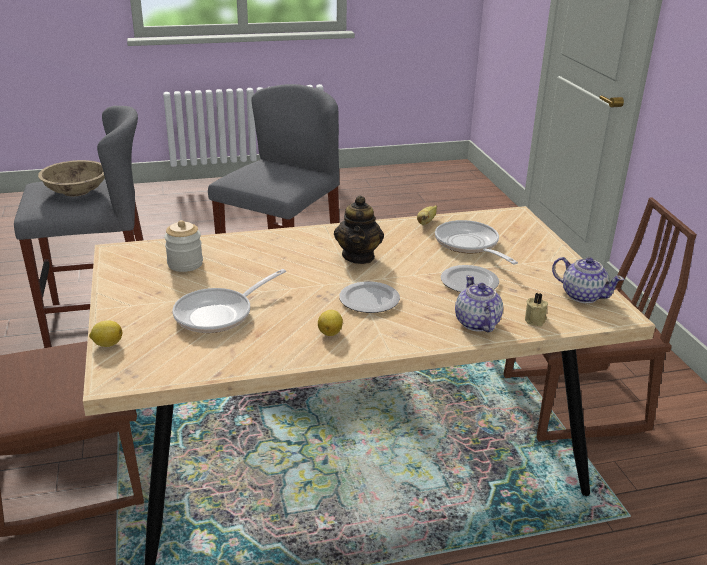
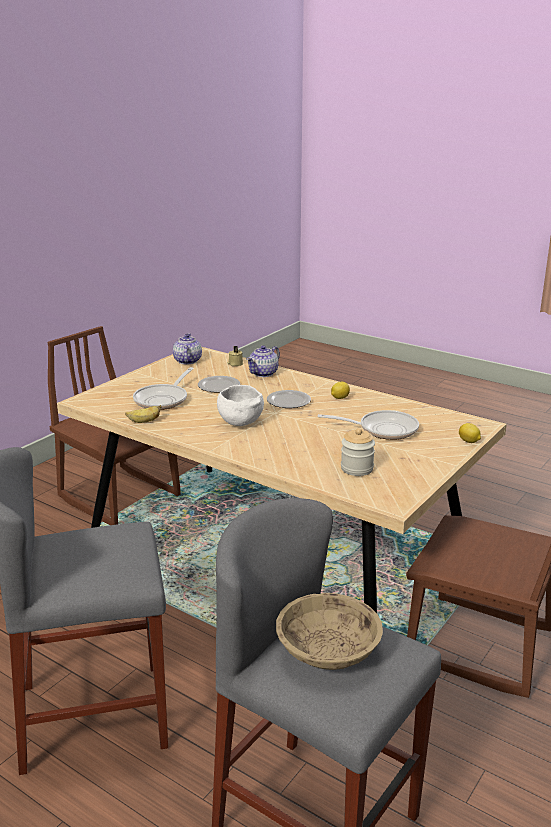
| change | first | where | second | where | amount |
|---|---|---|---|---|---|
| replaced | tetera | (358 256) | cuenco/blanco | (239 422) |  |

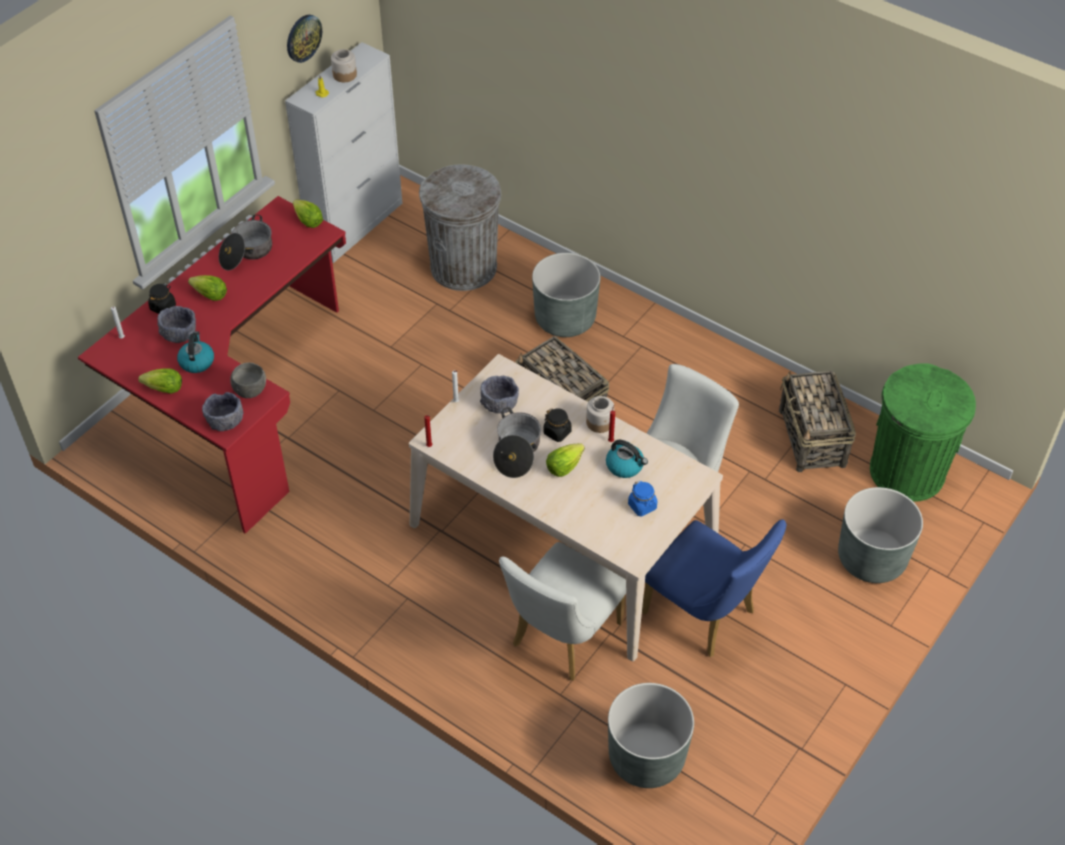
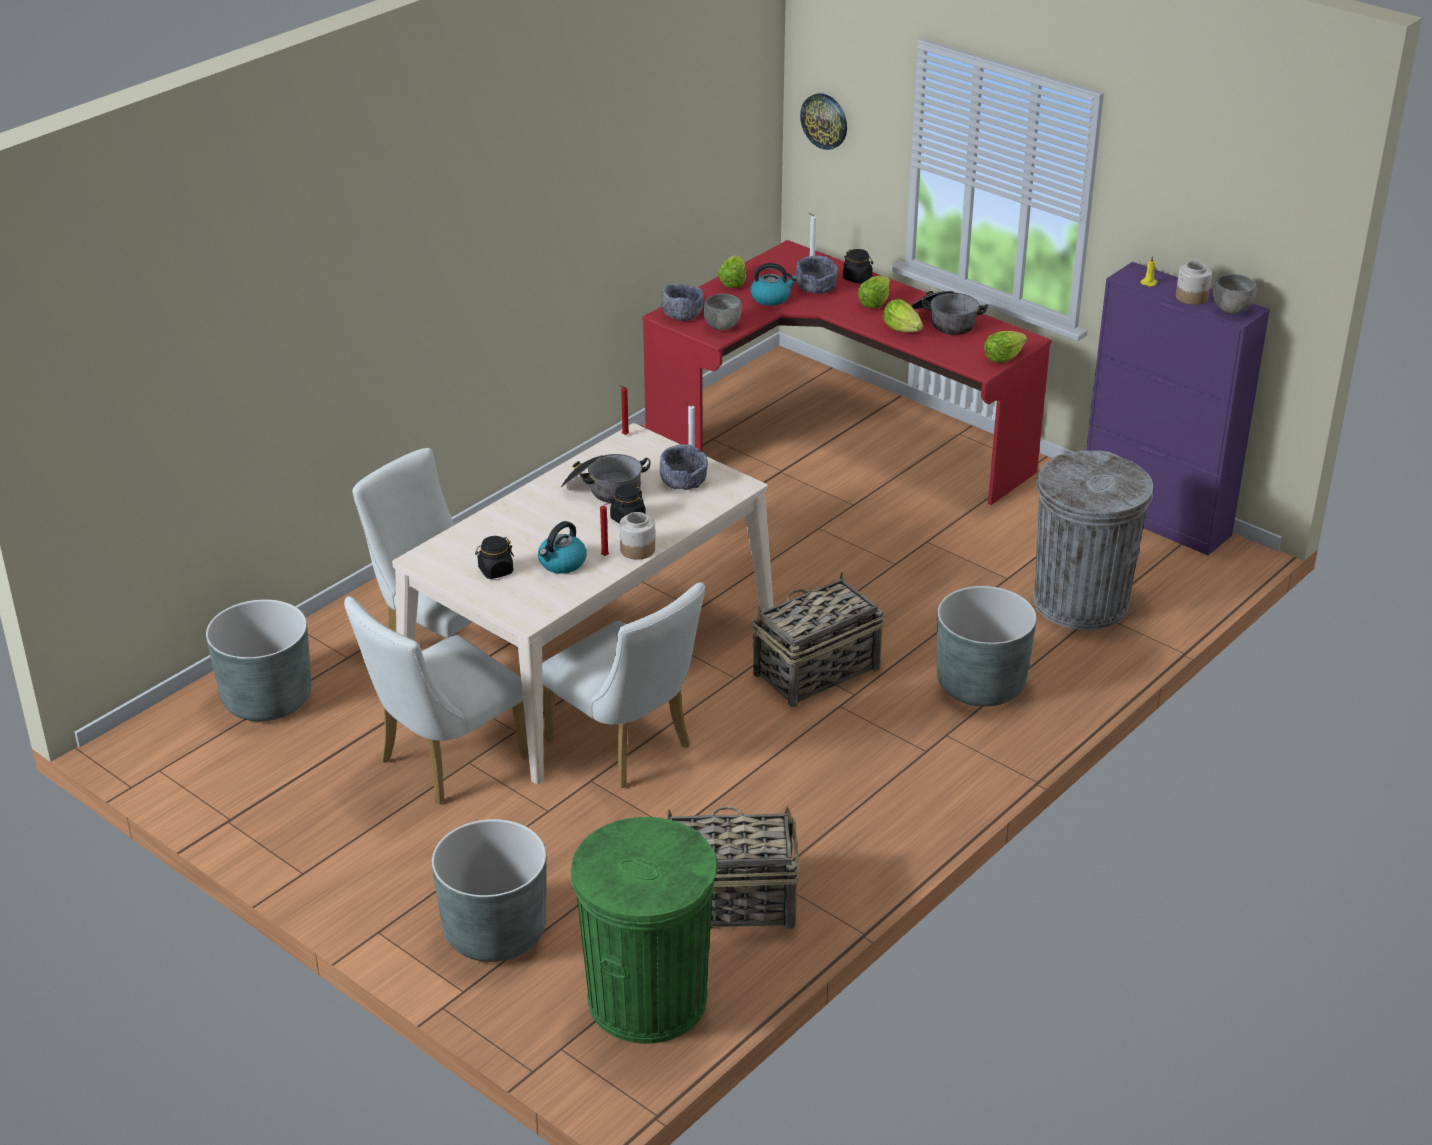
| change | first | where | second | where | amount |
|---|---|---|---|---|---|
| recoloured | armario/blanco | (356 225) | armario/morado | (1155 518) |  |
| moved | reloj de pared | (303 38) |  | (824 121) |  |
| moved | lechuga | (564 467) |  | (902 329) |  |
| recoloured | tarro/azul | (642 506) | tarro/negro | (495 571) |  |
| recoloured | silla/azul | (705 616) | silla/blanco | (444 763) |  |
| added |  |  | cuenco/gris | (1231 310) |  |

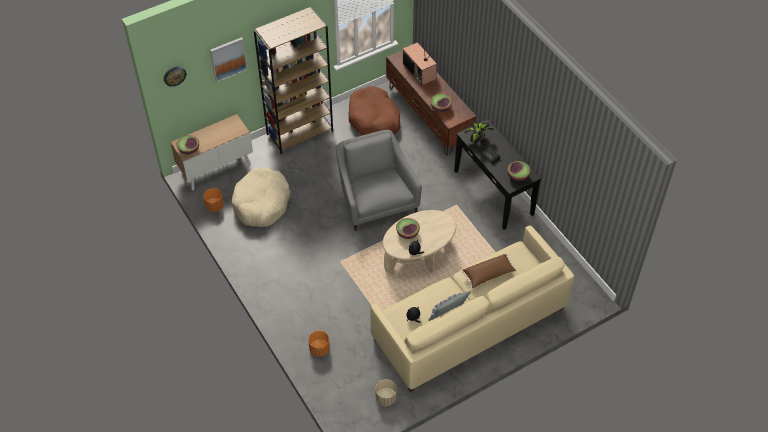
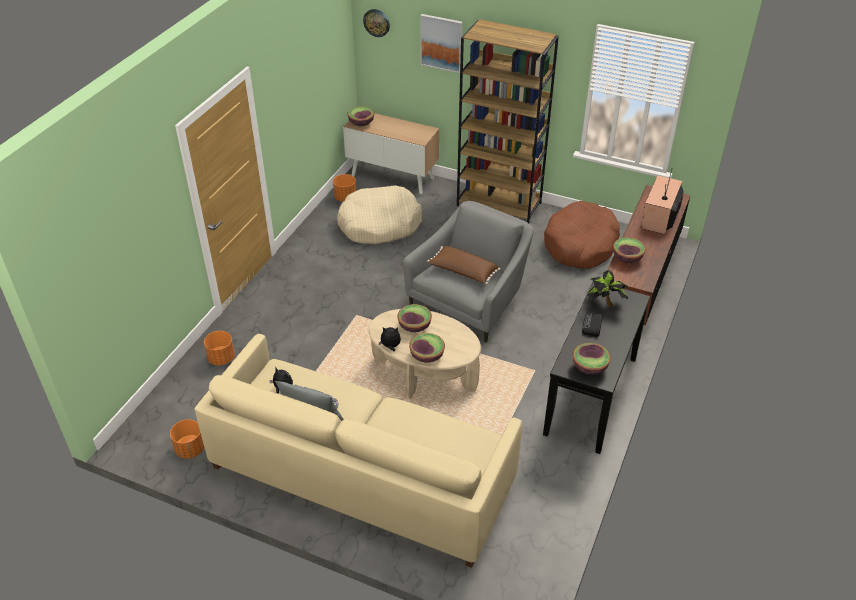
| change | first | where | second | where | amount |
|---|---|---|---|---|---|
| recoloured | maceta/beis | (386 398) | maceta/naranja | (190 449) |  |
| moved | cojín/marrón | (488 274) |  | (463 272) |  |
| added |  |  | cuenco | (427 356) |  |

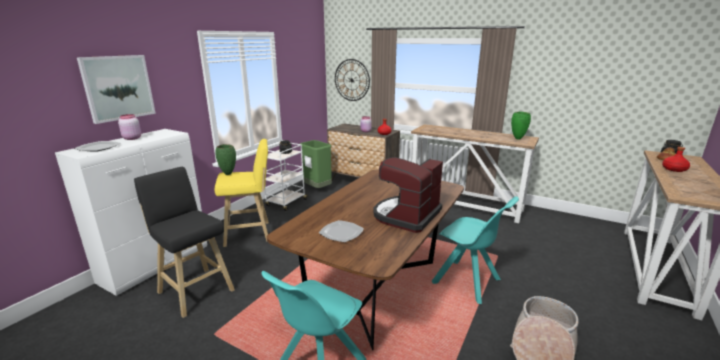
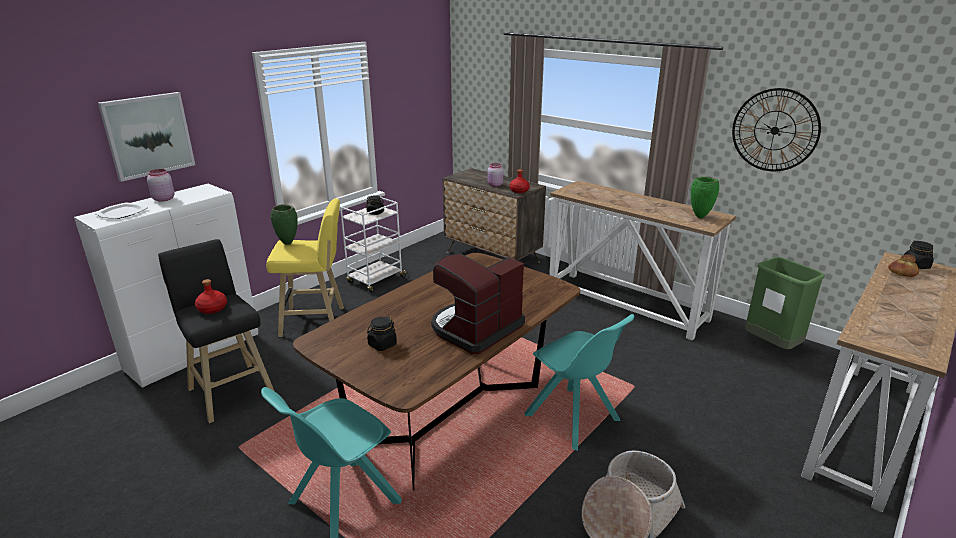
| change | first | where | second | where | amount |
|---|---|---|---|---|---|
| moved | papelera/verde | (317 189) |  | (771 345) |  |
| replaced | plato | (341 232) | tarro/negro | (382 345) |  |
| moved | reloj de pared | (352 80) |  | (774 130) |  |
| moved | botella/rojo | (674 169) |  | (212 308) |  |

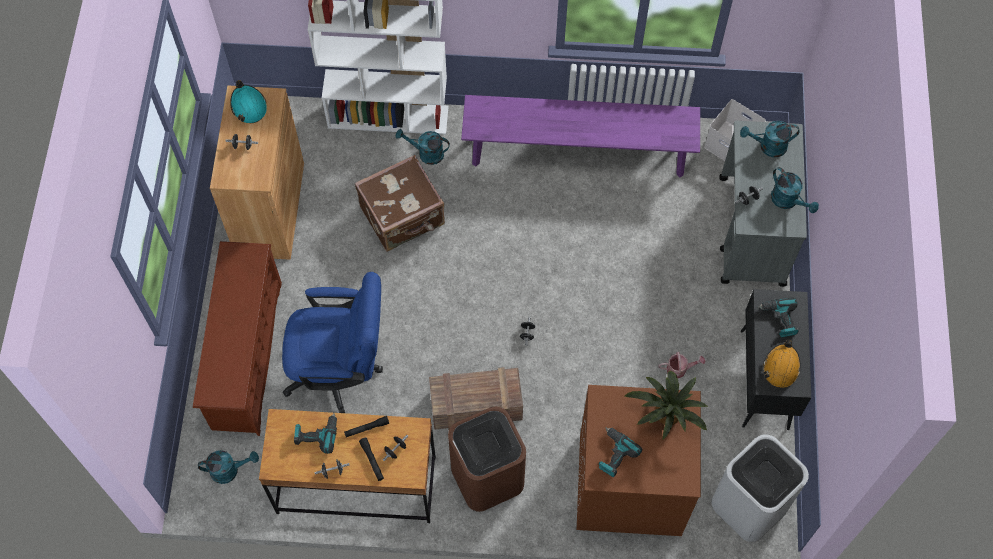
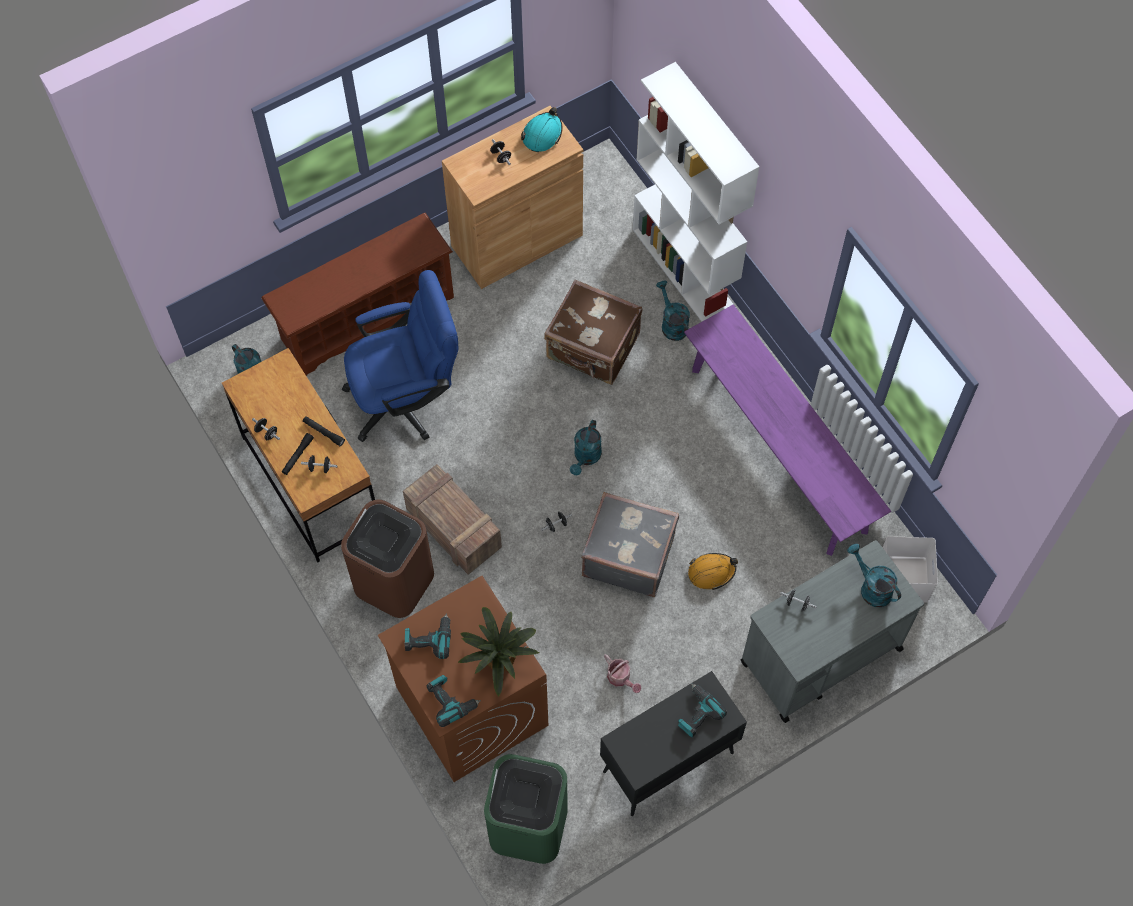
| change | first | where | second | where | amount |
|---|---|---|---|---|---|
| turned | silla de oficina/azul | (341 370) |  | (407 399) | 75 degrees counterclockwise |
| moved | taladro | (317 434) |  | (451 700) |  |
| recoloured | papelera/blanco | (749 505) | papelera/verde | (527 825) |  |
| moved | casco/naranja | (781 367) |  | (711 572) |  |
| moved | regadera/turquesa | (788 201) |  | (586 457) |  |
| added |  |  | maleta/gris | (628 554) |  |

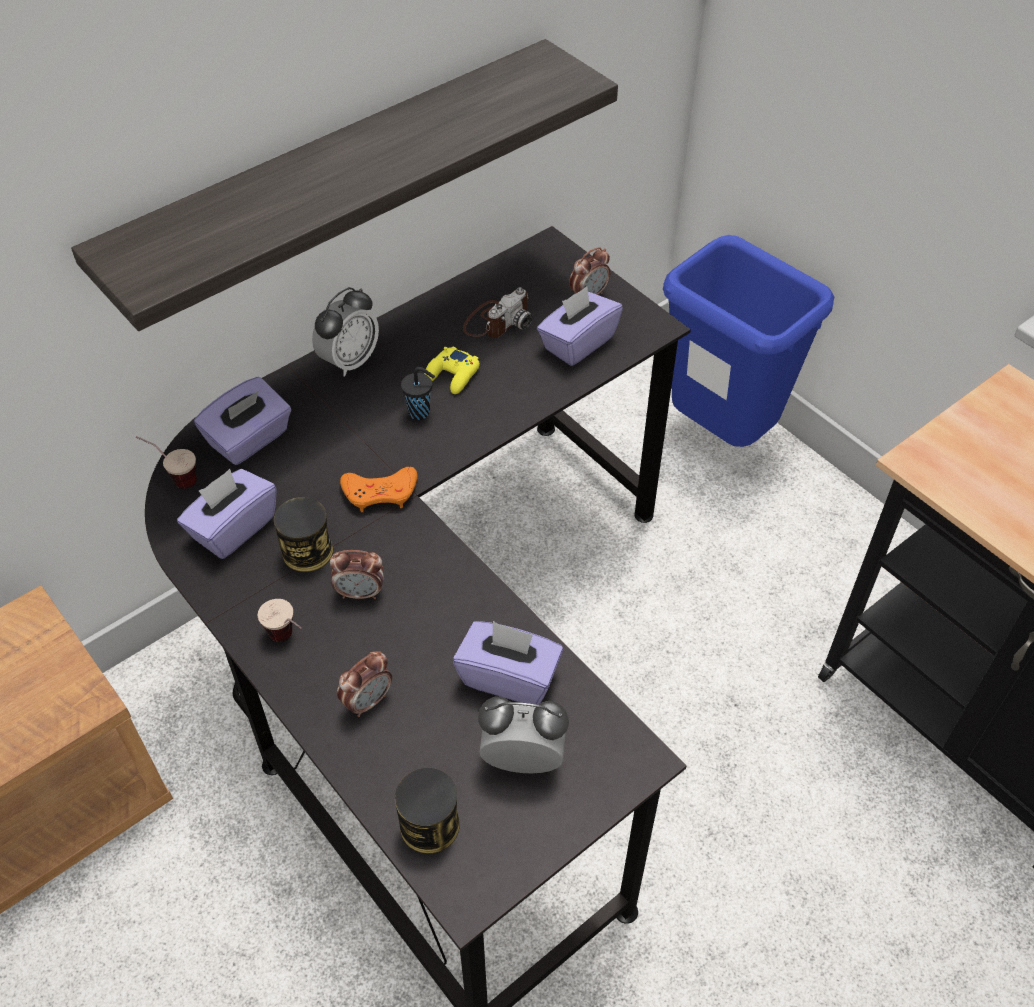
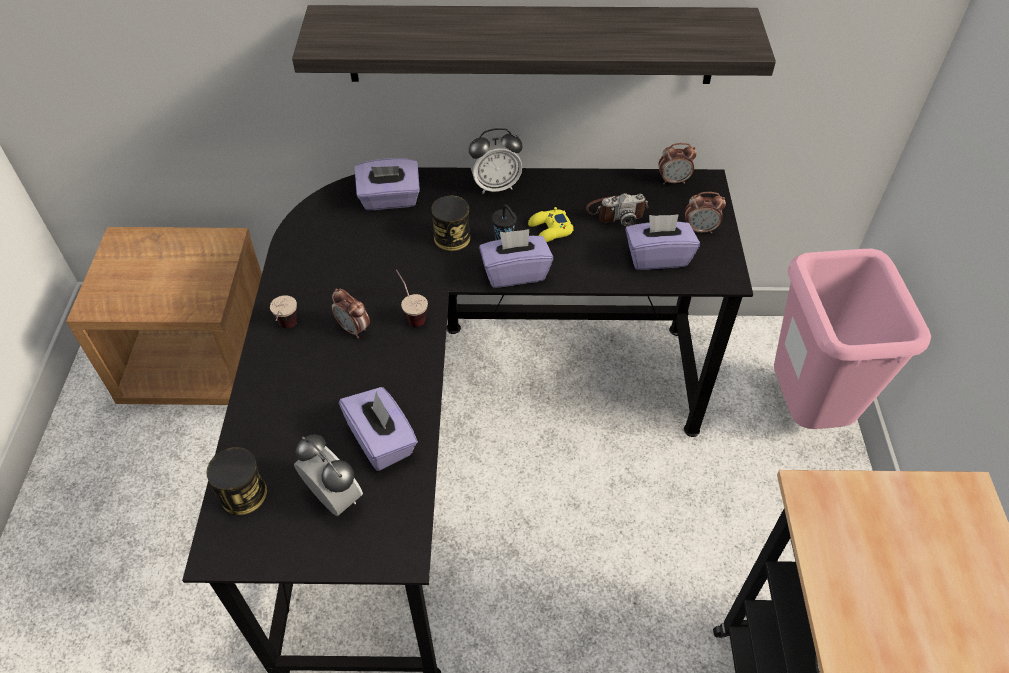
| change | first | where | second | where | amount |
|---|---|---|---|---|---|
| moved | taza | (174 478) |  | (411 314) |  |
| moved | caja de pañuelos/morado | (233 528) |  | (515 273) |  |
| moved | lata | (307 551) |  | (452 238) |  |
| moved | despertador | (368 701) |  | (673 181) |  |
| removed | mando de consola/naranja | (380 493) |  |  |  |
| recoloured | papelera/azul | (721 435) | papelera/rosa | (805 412) |  |

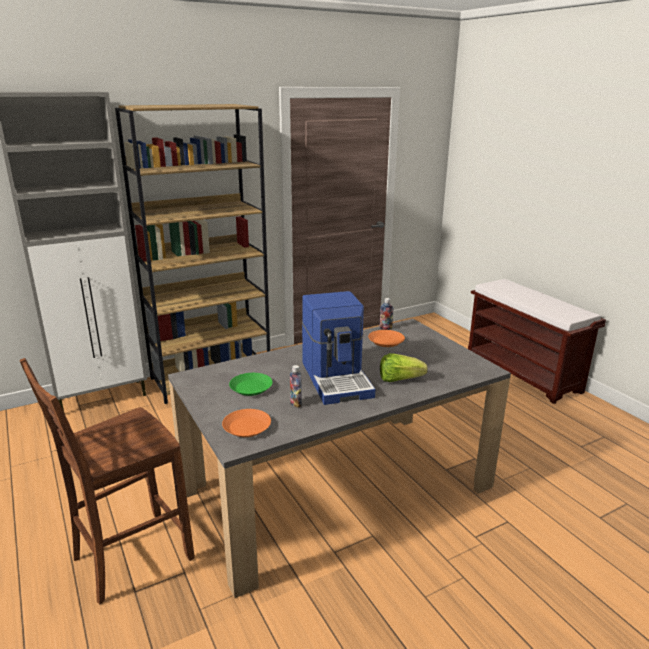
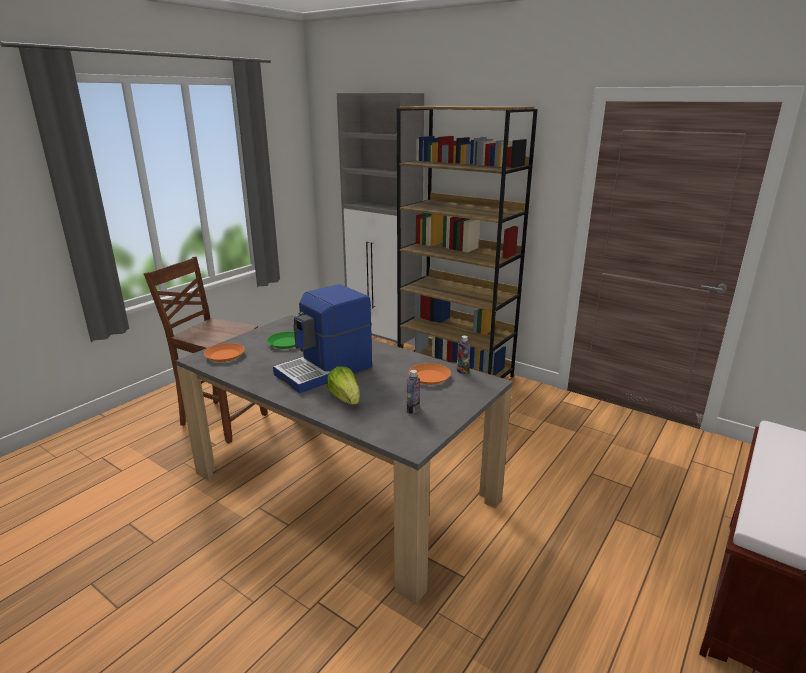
| change | first | where | second | where | amount |
|---|---|---|---|---|---|
| moved | botella | (296 403) |  | (413 410) |  |

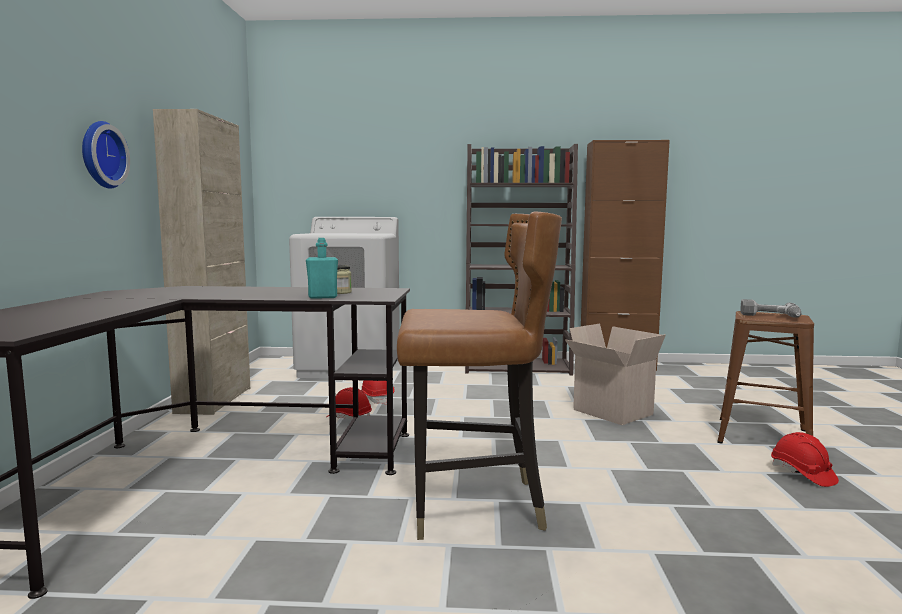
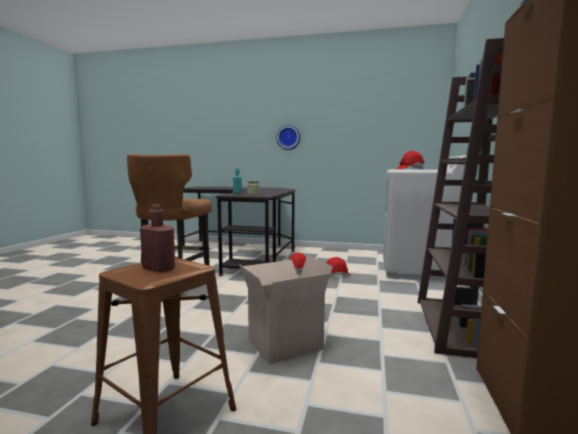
| change | first | where | second | where | amount |
|---|---|---|---|---|---|
| removed | armario/beis | (214 400) |  |  |  |
| replaced | taladro | (770 316) | botella/rojo | (159 268) |  |
| moved | casco/rojo | (802 474) |  | (410 169) |  |

